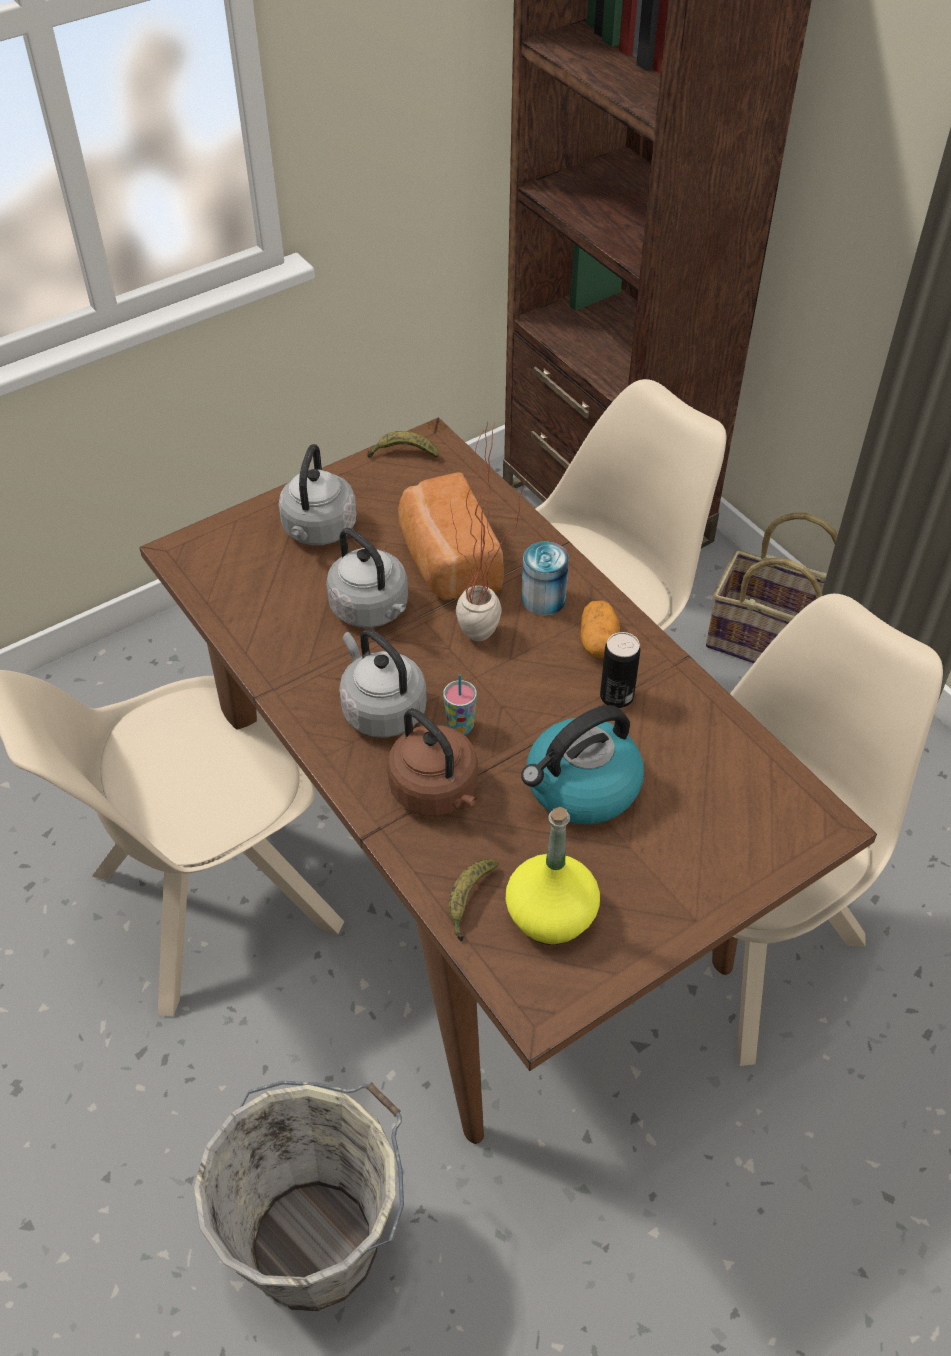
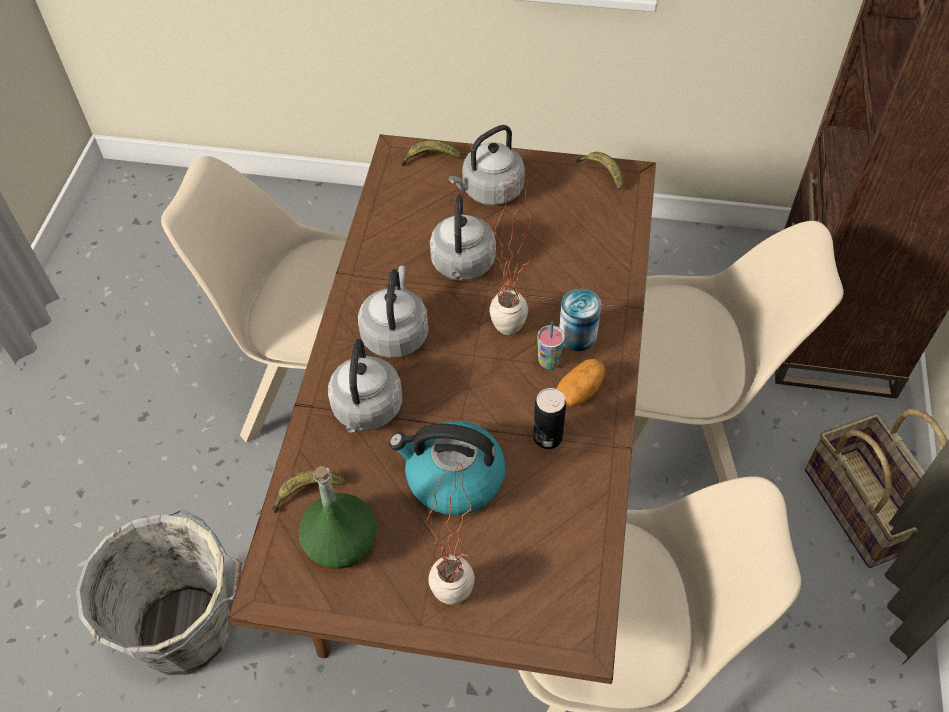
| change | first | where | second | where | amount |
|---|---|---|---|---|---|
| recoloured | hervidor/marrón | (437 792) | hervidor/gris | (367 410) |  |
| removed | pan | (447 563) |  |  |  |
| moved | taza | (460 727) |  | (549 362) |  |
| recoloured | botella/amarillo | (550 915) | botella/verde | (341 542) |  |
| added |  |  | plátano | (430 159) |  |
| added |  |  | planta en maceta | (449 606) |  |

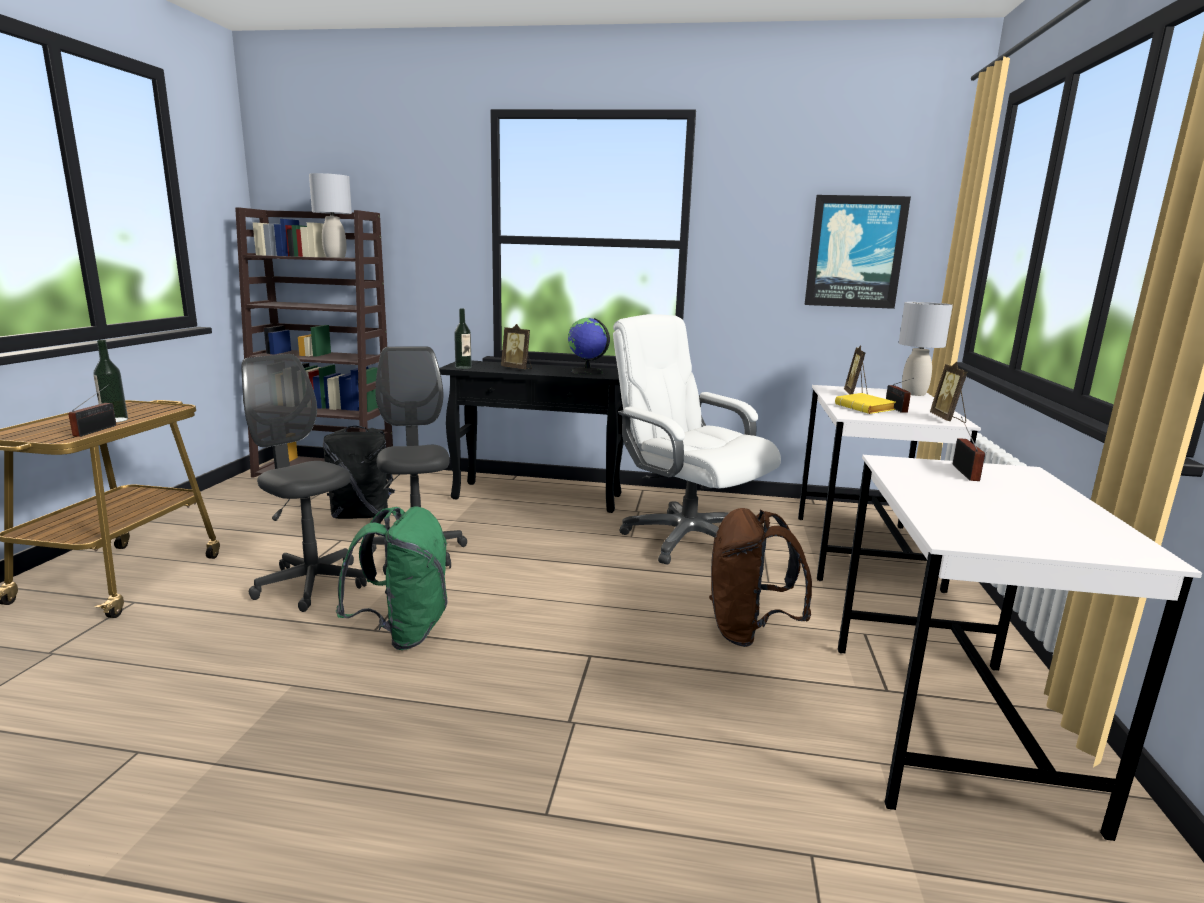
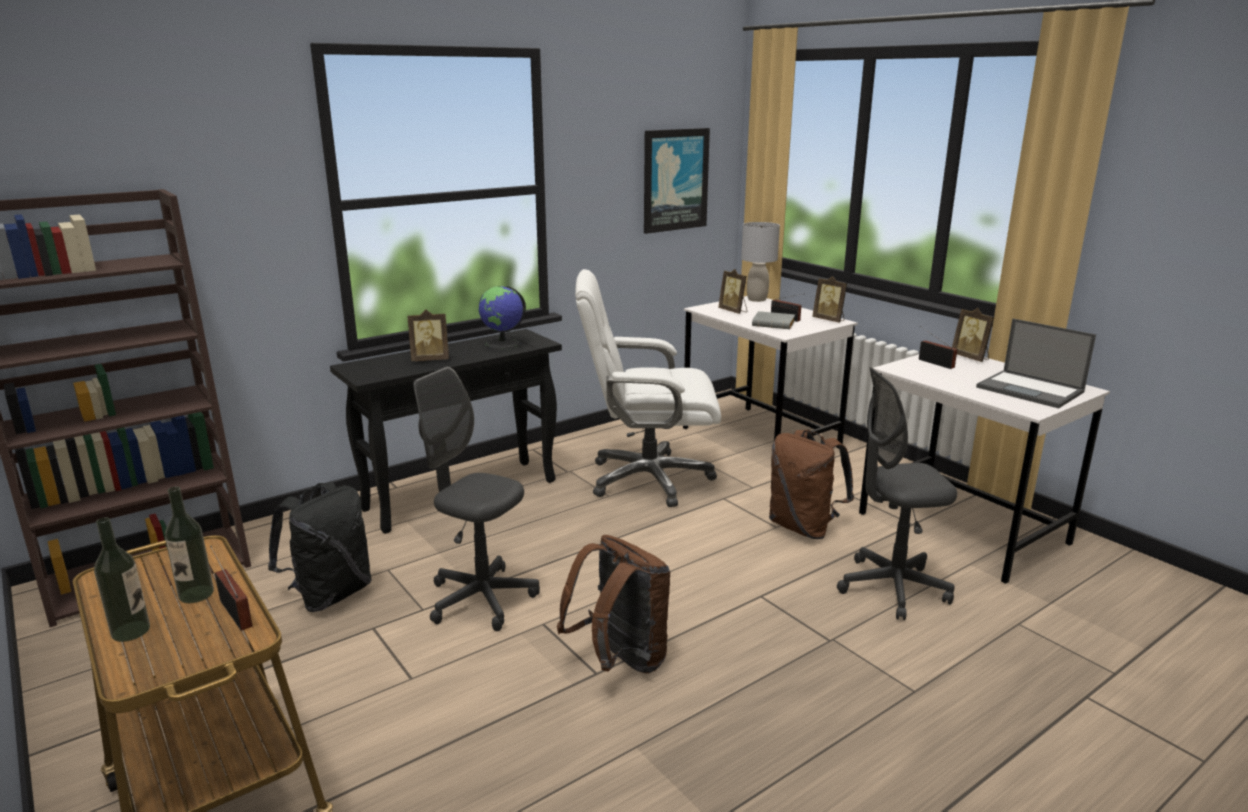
| change | first | where | second | where | amount |
|---|---|---|---|---|---|
| moved | silla de oficina/gris | (311 585) |  | (892 588) |  |
| removed | lámpara de mesa/gris | (335 257) |  |  |  |
| recoloured | mochila/verde | (403 632) | mochila/marrón | (620 660) |  |
| moved | botella | (463 367) |  | (131 631) |  |
| recoloured | libro/amarillo | (866 409) | libro/gris | (774 324) |  |
| added |  |  | portarretratos | (971 358) |  |
| added |  |  | portátil | (1031 390) |  |

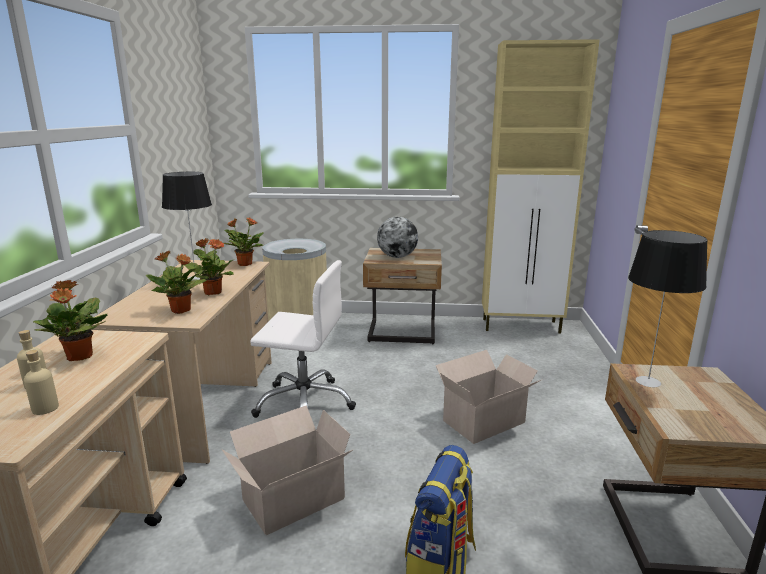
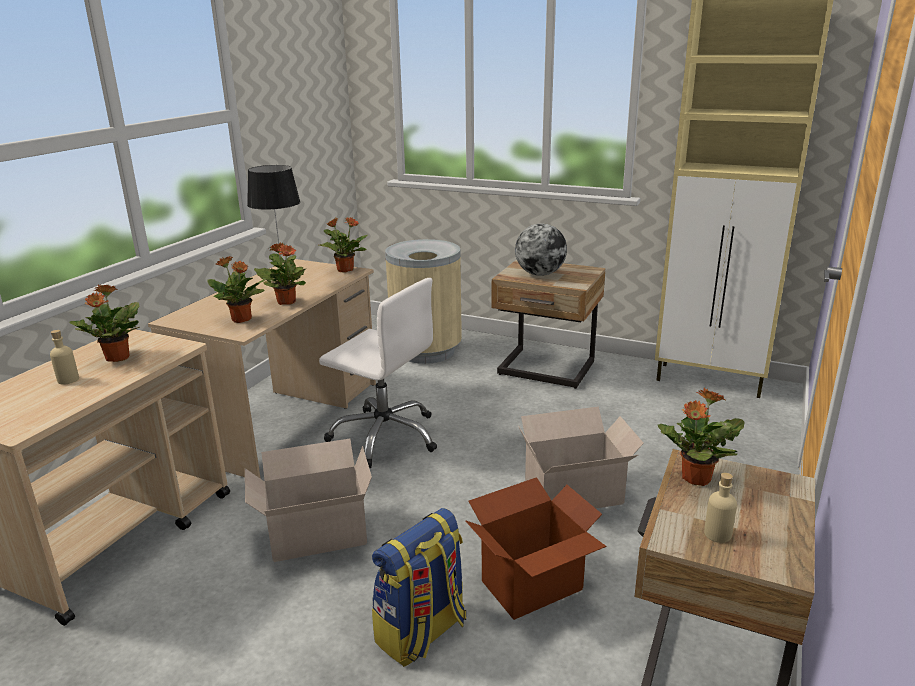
| change | first | where | second | where | amount |
|---|---|---|---|---|---|
| moved | botella/beis | (45 408) |  | (717 534) |  |
| replaced | lámpara de mesa | (647 381) | planta en maceta | (695 479) |  |
| added |  |  | caja de cartón | (533 586) |  |

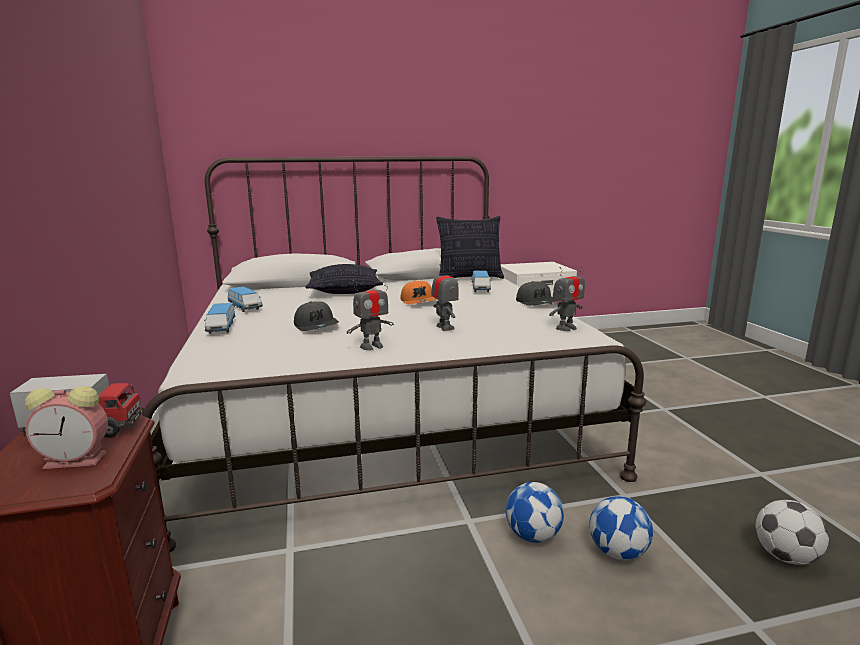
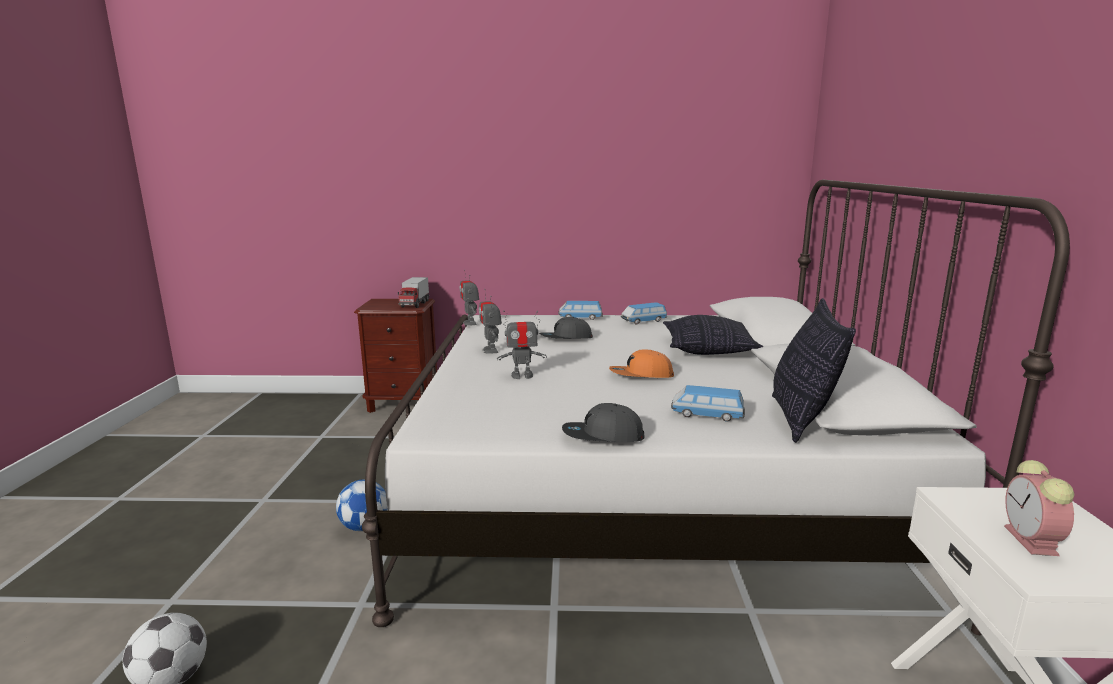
| change | first | where | second | where | amount |
|---|---|---|---|---|---|
| moved | despertador | (78 460) |  | (1032 542) |  |
| moved | robot de juguete | (566 328) |  | (470 323) |  |
| removed | balón de fútbol | (618 552) |  |  |  |

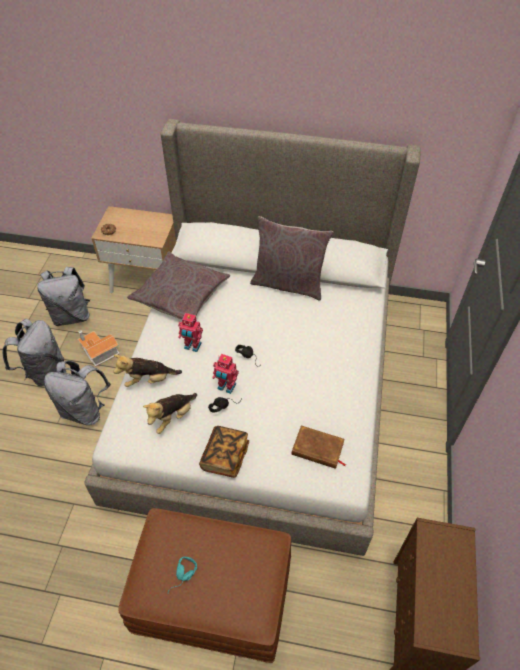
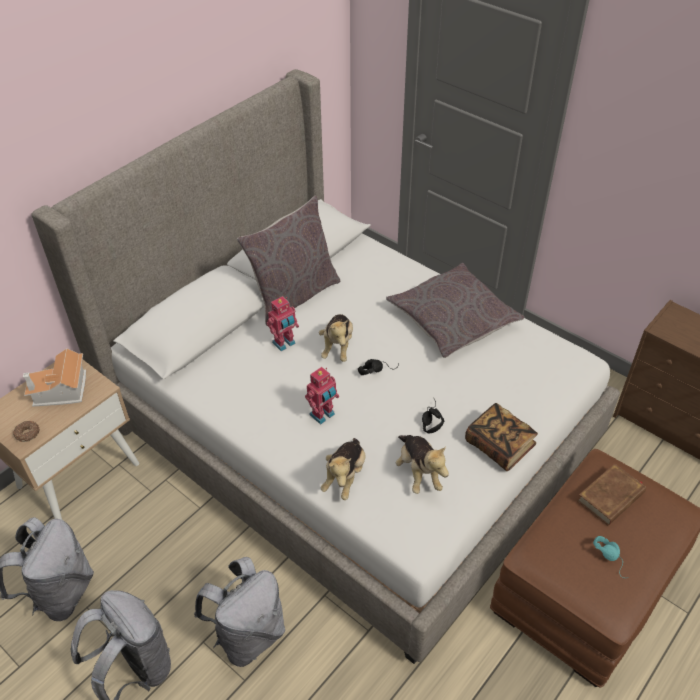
| change | first | where | second | where | amount |
|---|---|---|---|---|---|
| moved | casita | (98 352) |  | (61 391) |  |
| moved | cojín/gris | (180 294) |  | (452 319) |  |
| moved | robot de juguete | (226 387) |  | (284 344) |  |
| moved | libro/marrón | (317 449) |  | (611 497) |  |
| added |  |  | peluche | (337 346) |  |

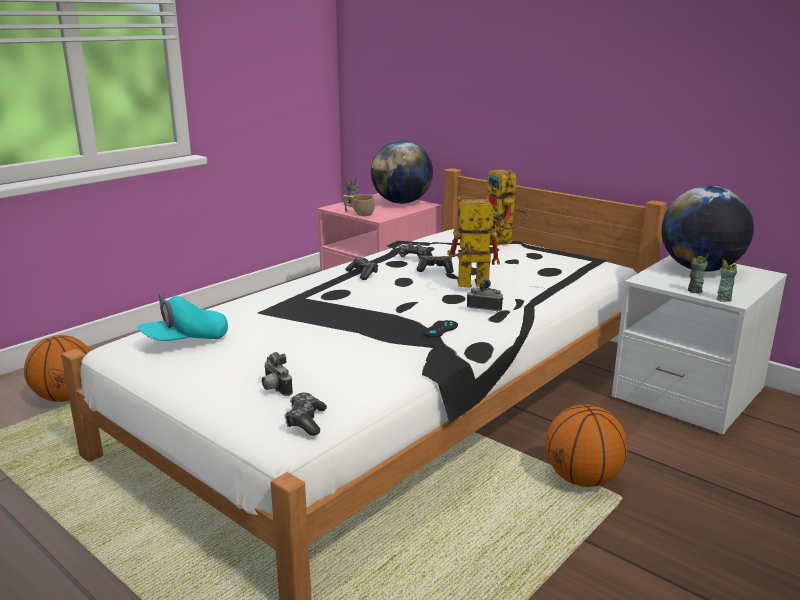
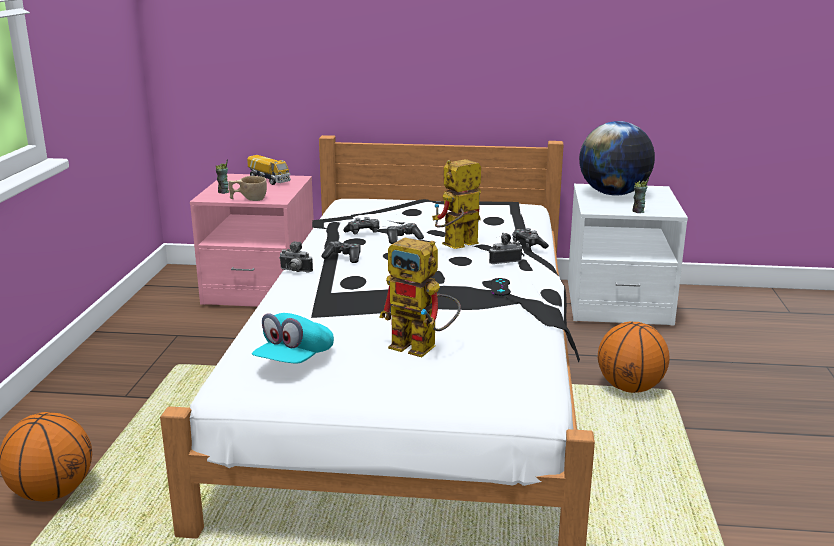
| change | first | where | second | where | amount |
|---|---|---|---|---|---|
| moved | cámara | (274 389) |  | (295 271) |  |
| moved | mando de consola | (305 421) |  | (528 245) |  |
| replaced | globo terráqueo | (402 202) | camión de juguete | (269 180) |  |
| moved | robot de juguete | (503 242) |  | (423 348) |  |
| removed | taza | (723 299) |  |  |  |

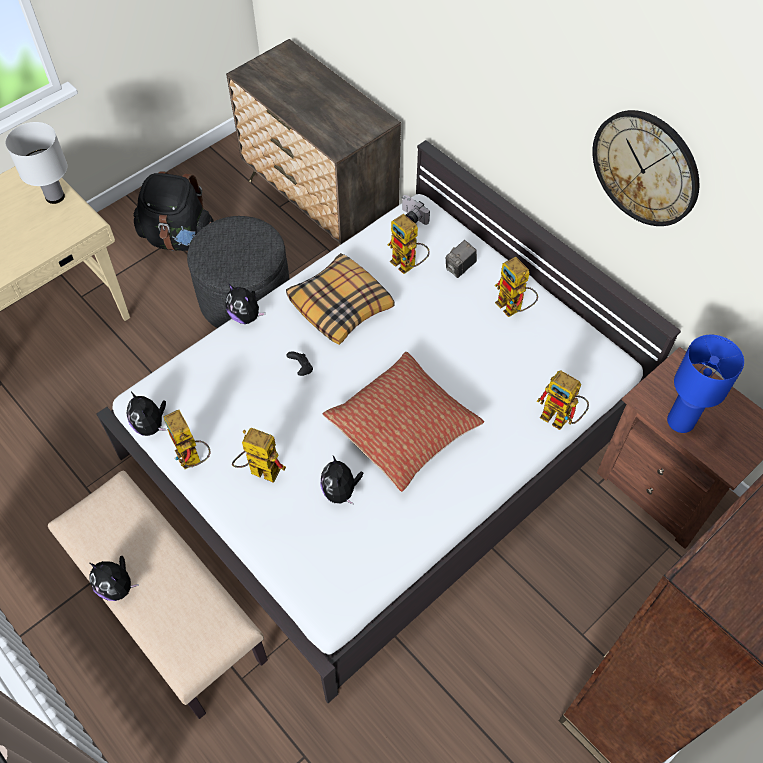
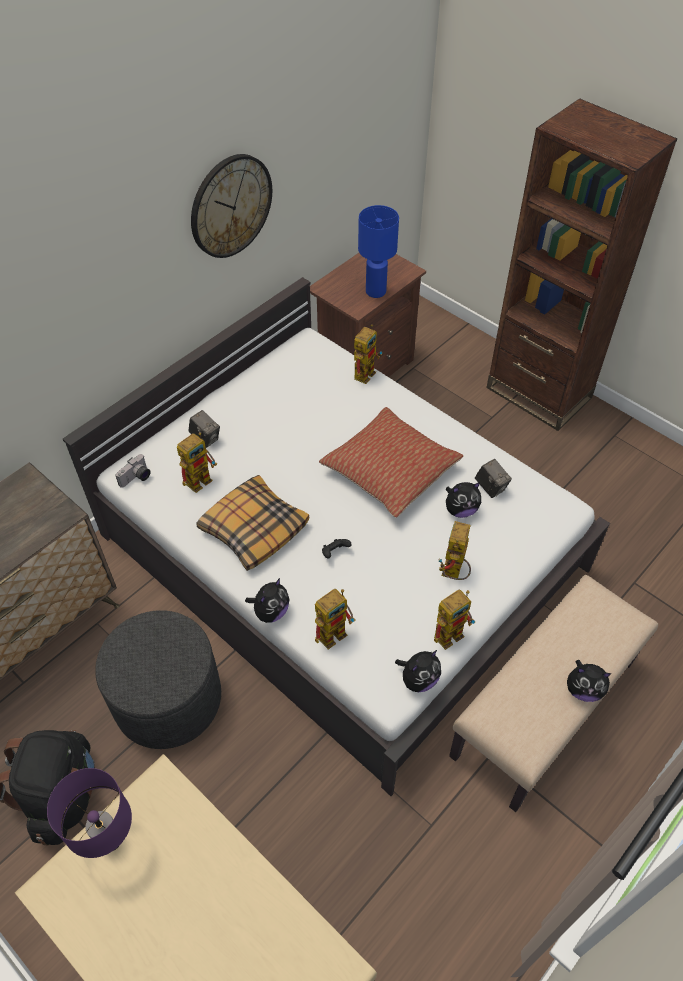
| change | first | where | second | where | amount |
|---|---|---|---|---|---|
| recoloured | lámpara de mesa/blanco | (55 197) | lámpara de mesa/morado | (109 837) |  |
| turned | peluche | (117 586) |  | (583 689) | 75 degrees clockwise |
| moved | robot de juguete | (513 309) |  | (335 630) |  |
| added |  |  | cámara | (491 487) |  |

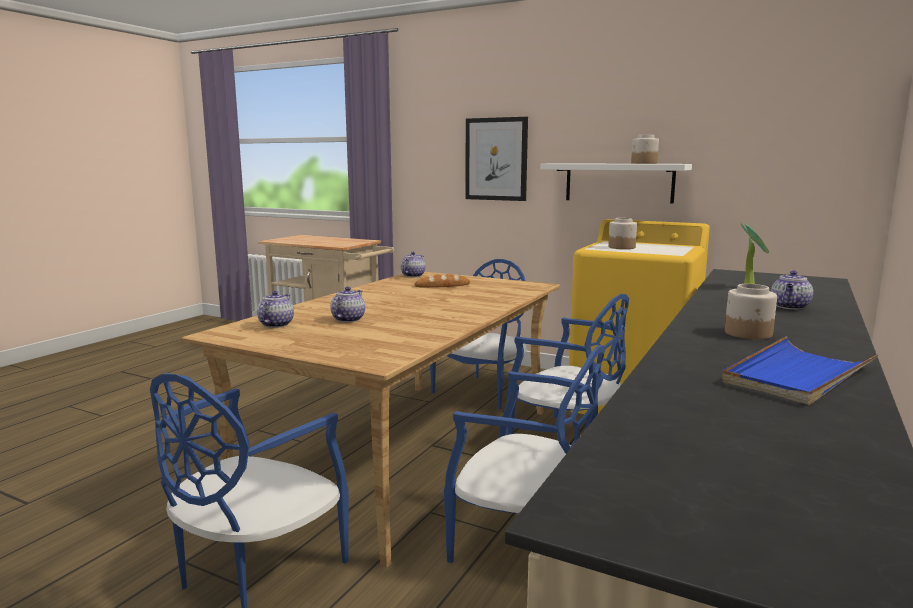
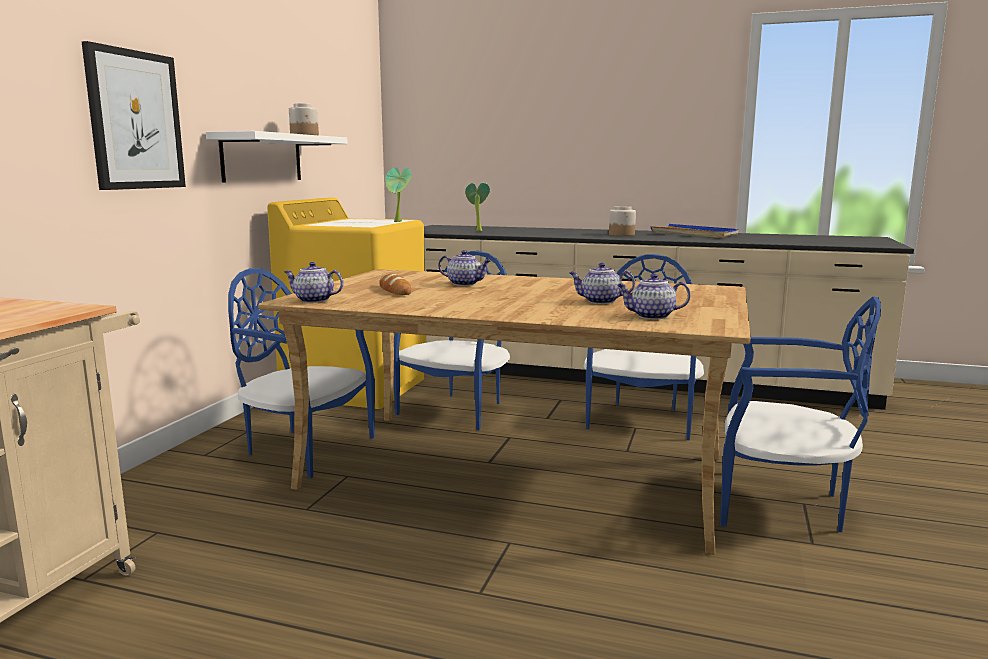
| change | first | where | second | where | amount |
|---|---|---|---|---|---|
| removed | tarro | (622 247) |  |  |  |
| moved | tetera | (790 307) |  | (465 284) |  |
| added |  |  | planta en maceta | (398 221) |  |

